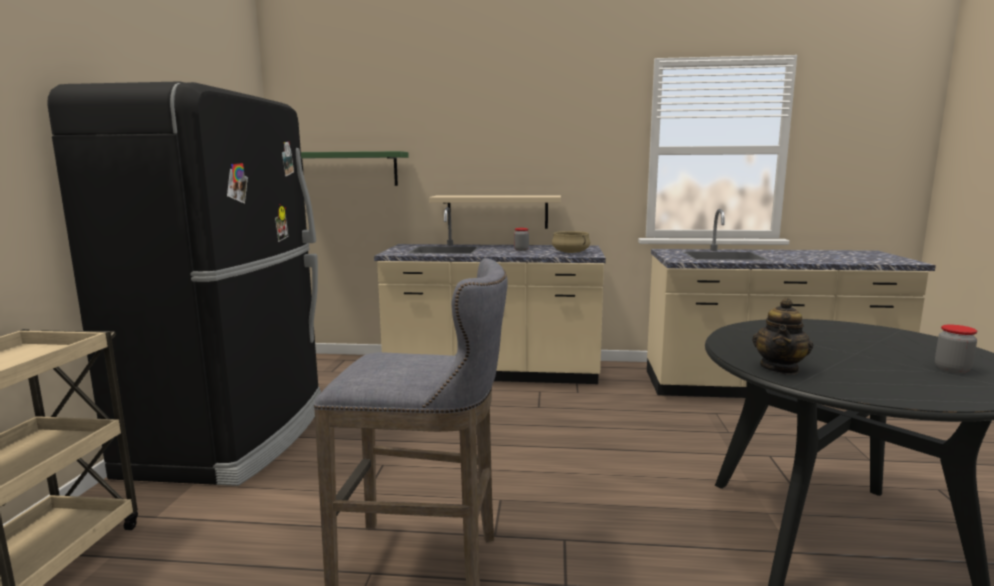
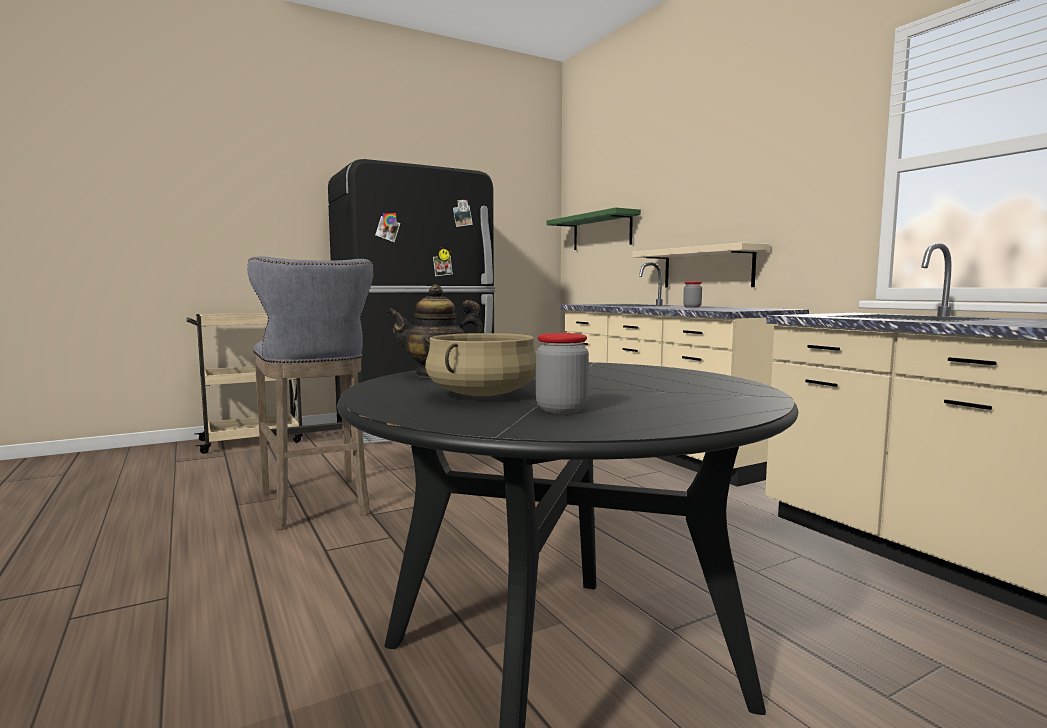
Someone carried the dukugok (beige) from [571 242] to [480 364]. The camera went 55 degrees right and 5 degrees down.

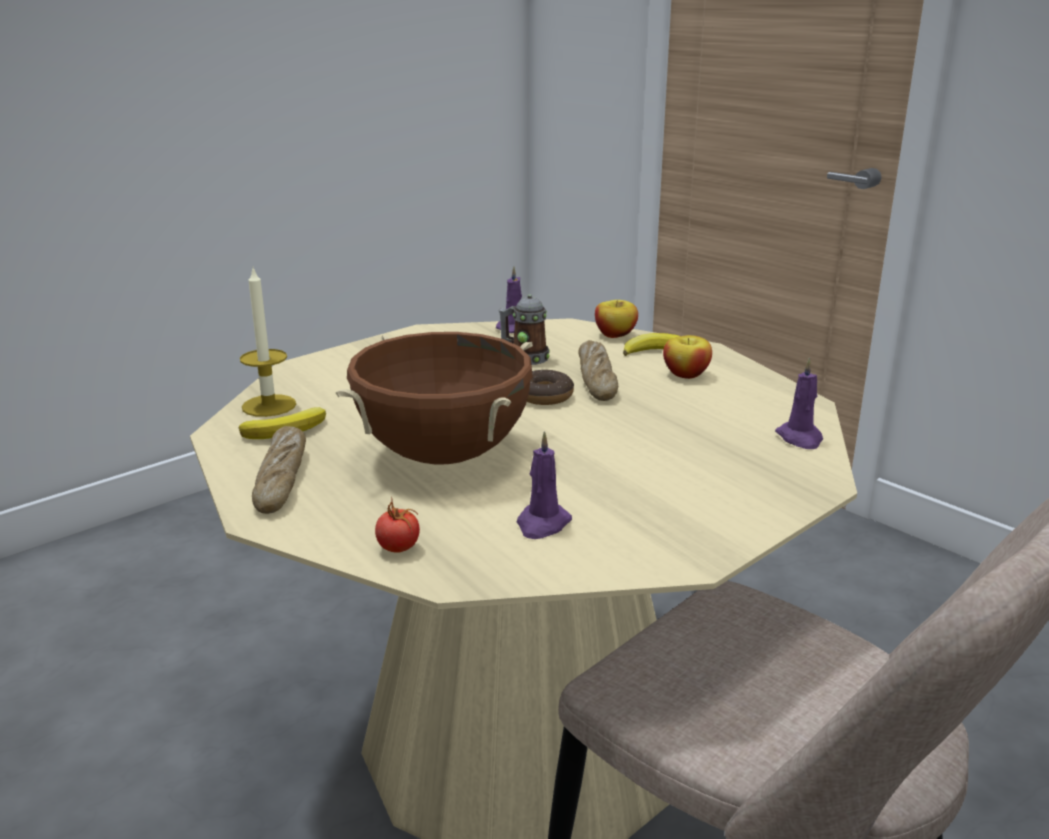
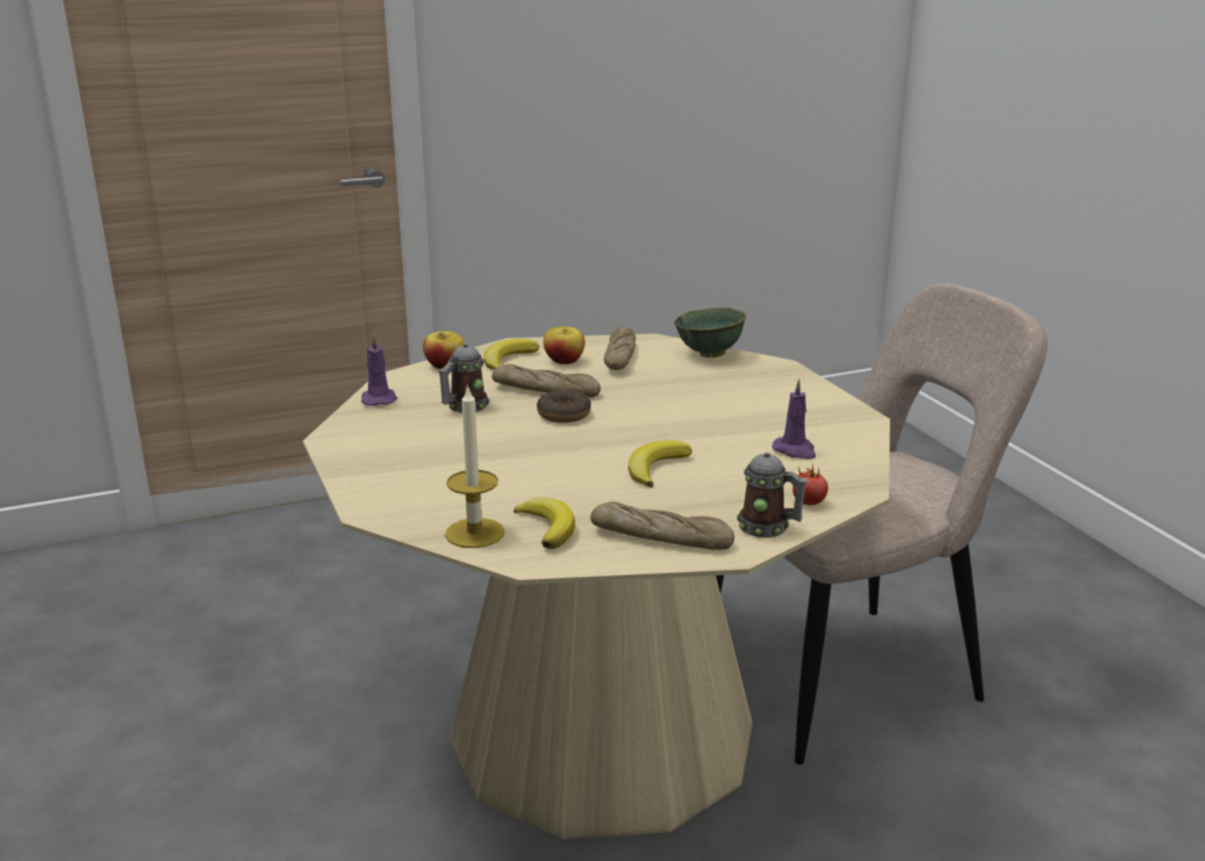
Someone swapped the dukugok (brown) at [434 398] for the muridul at [660 463]. Someone swapped the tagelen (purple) at [799 403] for the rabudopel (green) at [710 333]. Someone put down the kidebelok at [620 348]. Someone put down the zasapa at [772 495]. The camera went 70 degrees left and 0 degrees up.

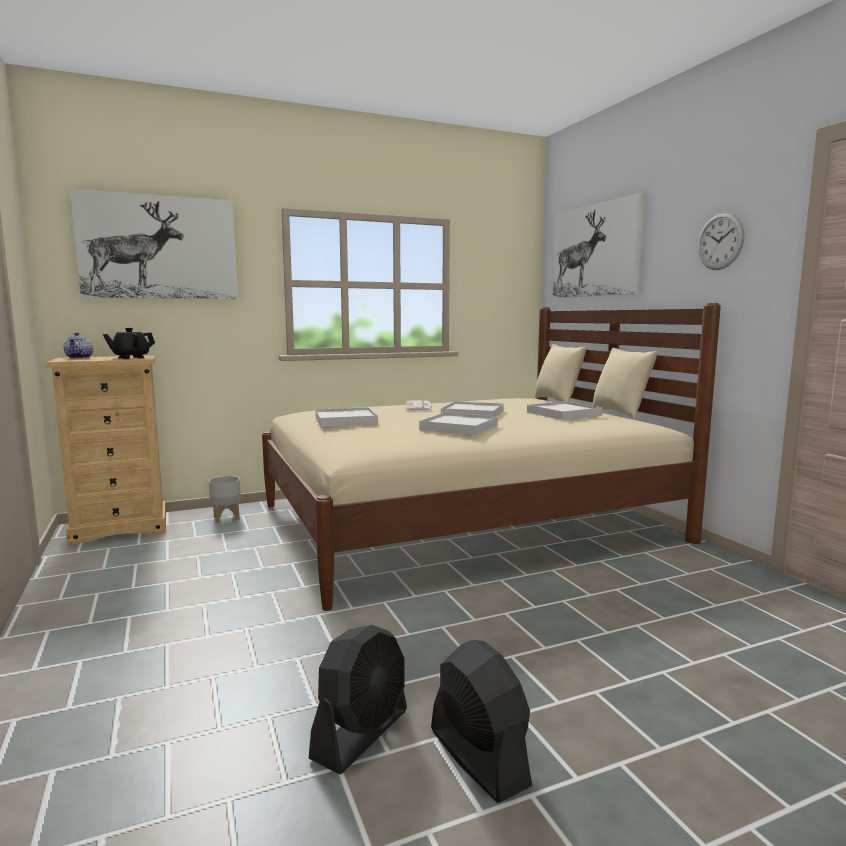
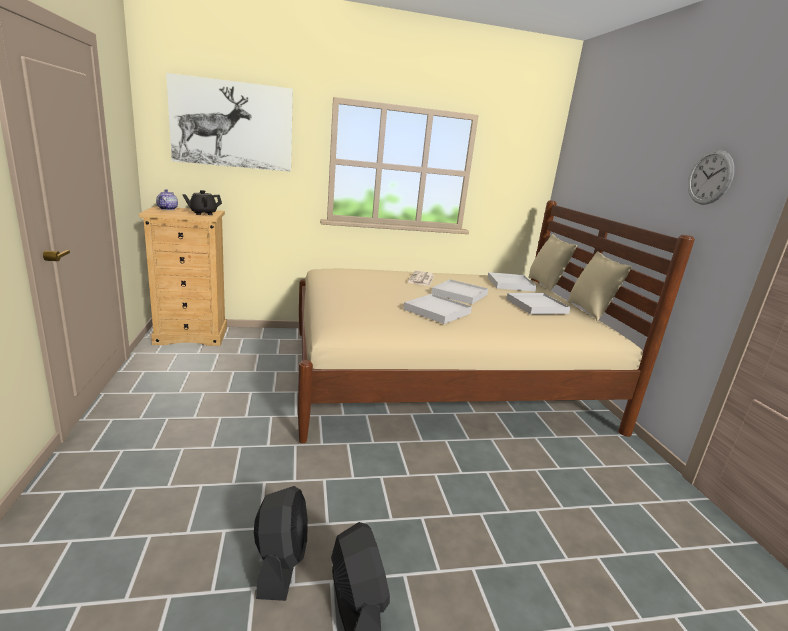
Someone took away the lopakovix at [598 245]. Someone carried the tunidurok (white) from [346 417] to [511 282]. Someone took away the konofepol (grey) at [225 499]. Someone rotated the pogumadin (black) at [358 699] by 45 degrees counterclockwise. The camera went 10 degrees right and 10 degrees up.

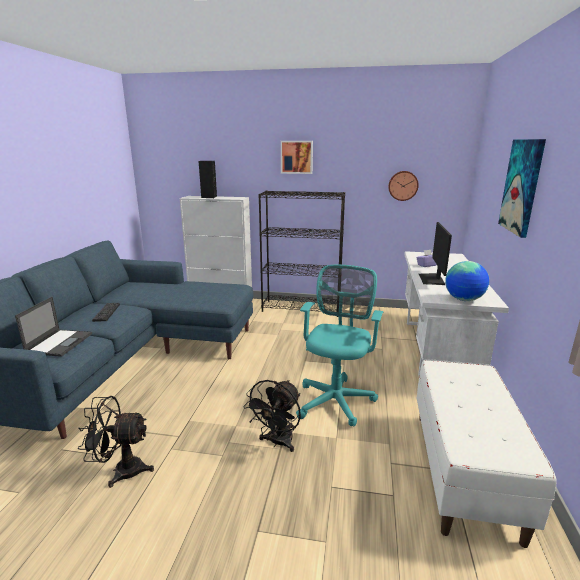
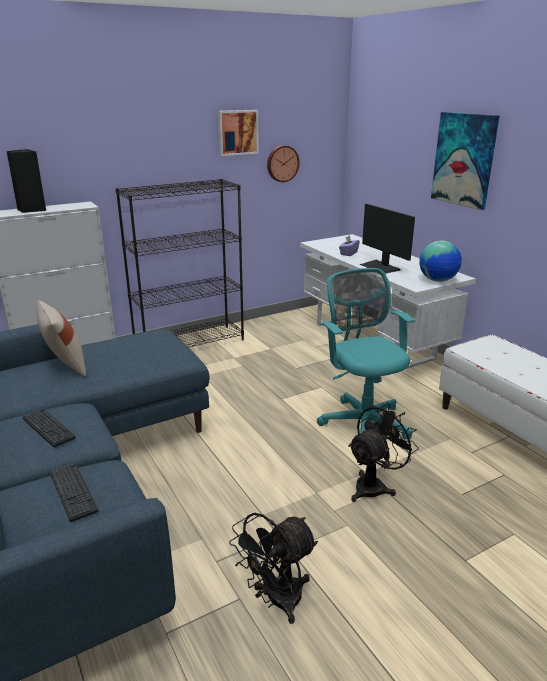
Someone carried the lopakovix from [297 157] to [238 133]. Someone swapped the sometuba at [53 327] for the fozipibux at [74 493]. Someone rotated the pogumadin (black) at [272 416] by 120 degrees counterclockwise. Someone put down the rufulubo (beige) at [61 338]. The camera went 40 degrees left and 5 degrees up.

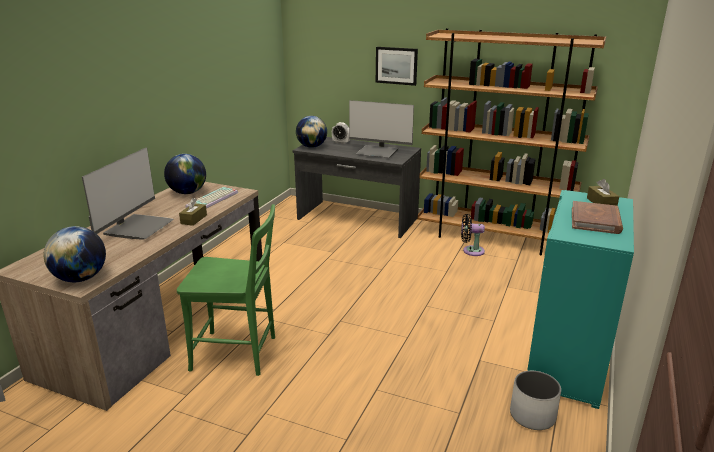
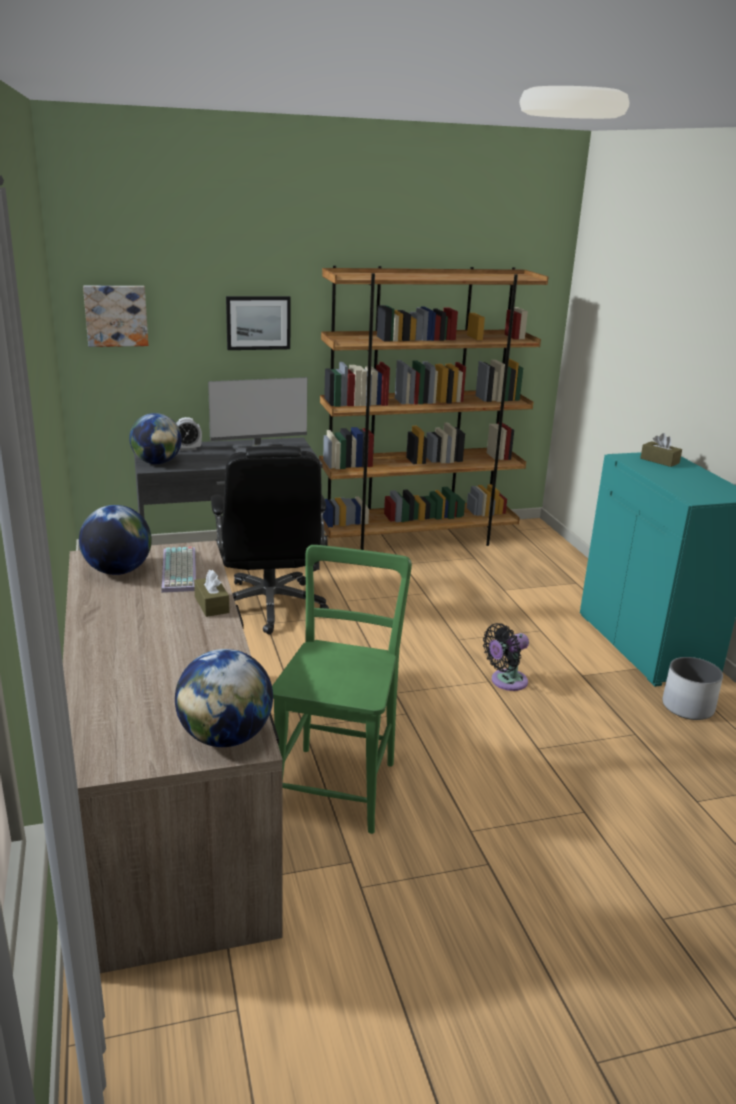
Someone took away the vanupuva at [128 193]. Someone took away the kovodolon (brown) at [597 217]. Someone rotated the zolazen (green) at [226 290] by 45 degrees counterclockwise. Someone carried the pogumadin (black) from [473 235] to [506 657]. Someone put up the lopakovix at [115 316]. Someone put down the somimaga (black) at [270 540]. The camera went 40 degrees left and 0 degrees up.

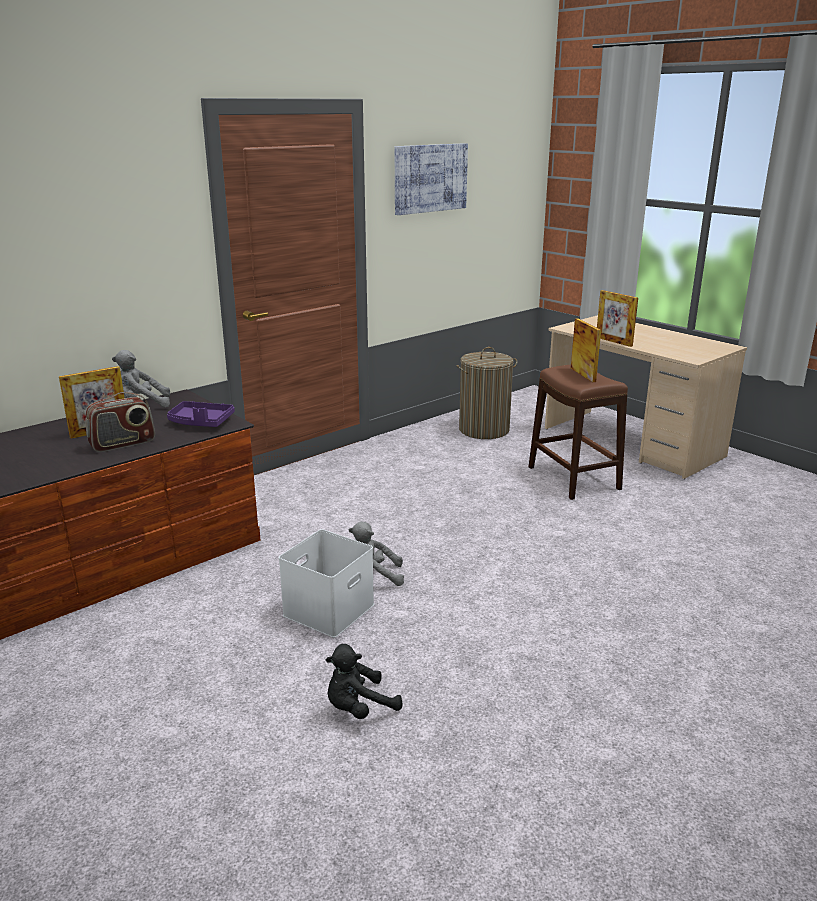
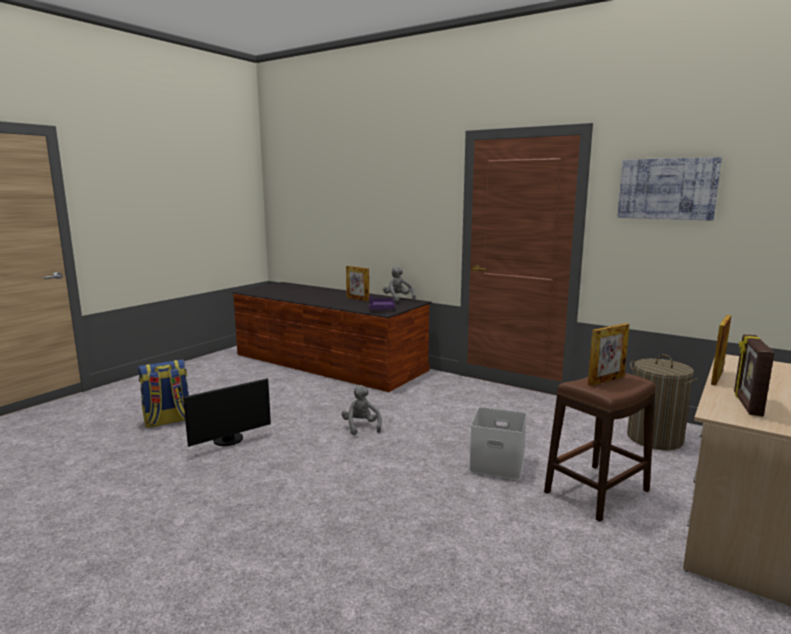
Someone took away the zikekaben at [120 422]. Someone carried the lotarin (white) from [326 583] to [498 443]. Someone swapped the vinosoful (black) at [364 681] for the vanupuva at [227 412]. Someone put down the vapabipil at [754 375]. Someone put down the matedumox at [163 393]. The camera went 75 degrees right and 10 degrees down.

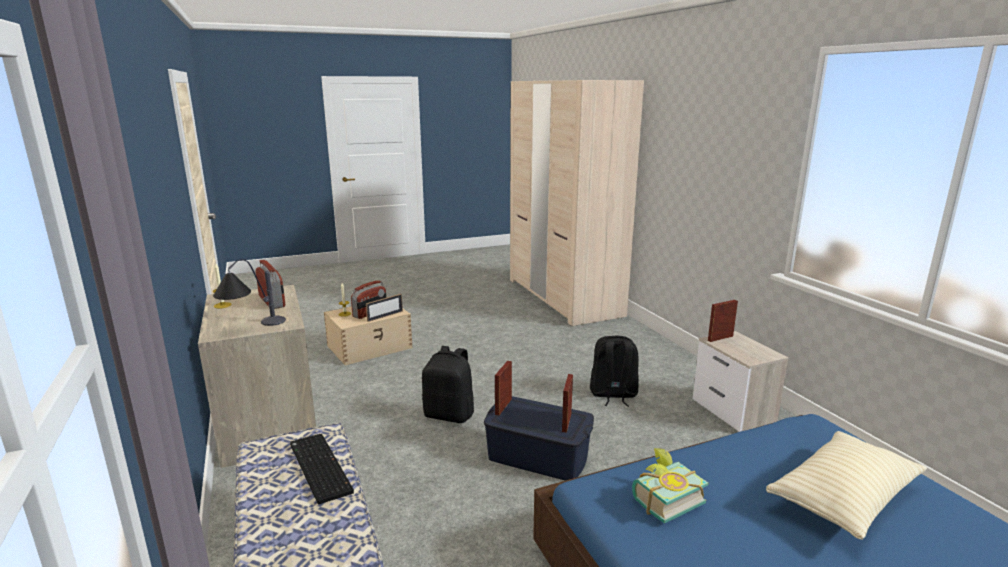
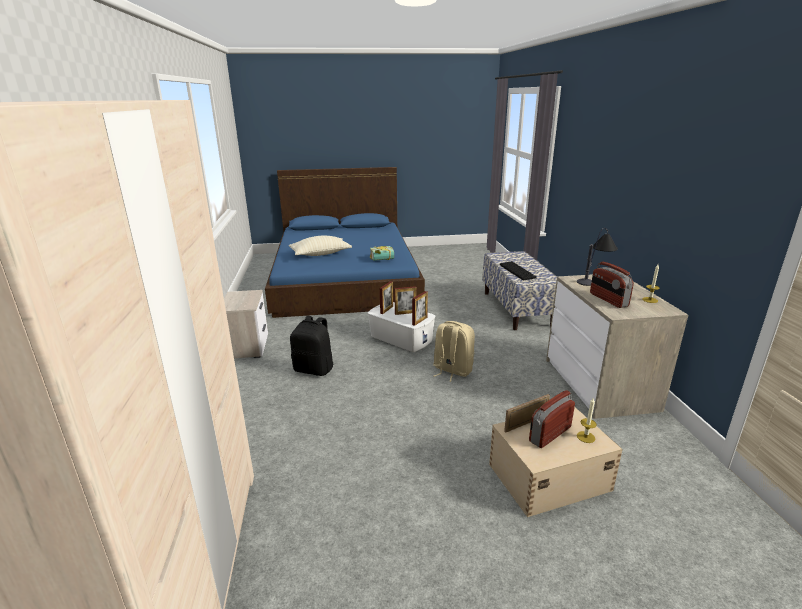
Someone carried the vapabipil from [723 321] to [405 300]. Someone repainted the matedumox (black) at [448 384], which became the matedumox (beige) at [454 351]. Someone repainted the lotarin (blue) at [539 438], which became the lotarin (white) at [401 327]. The camera went 165 degrees left and 5 degrees up.

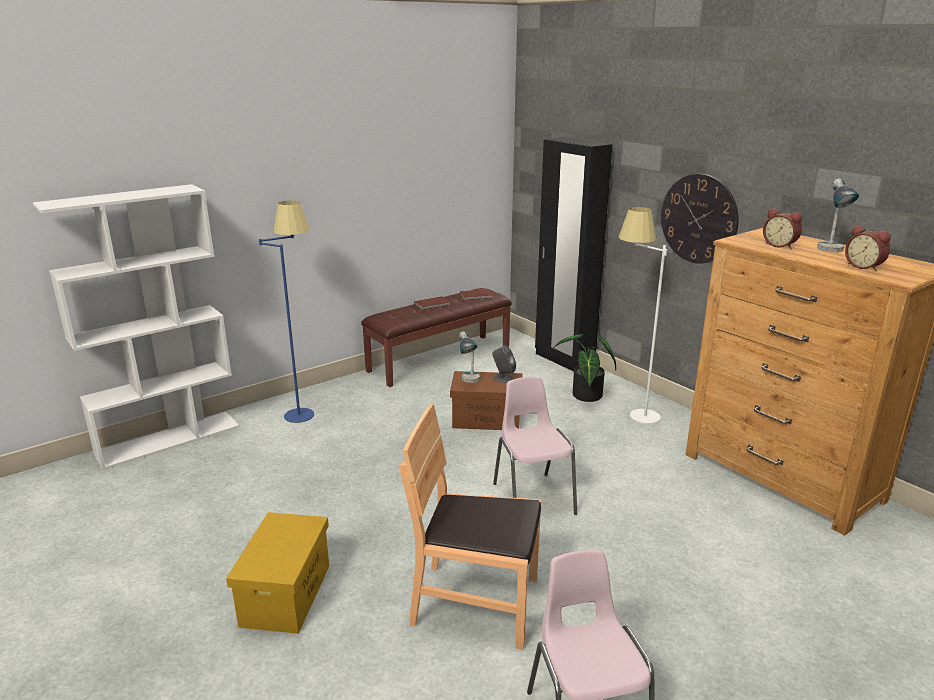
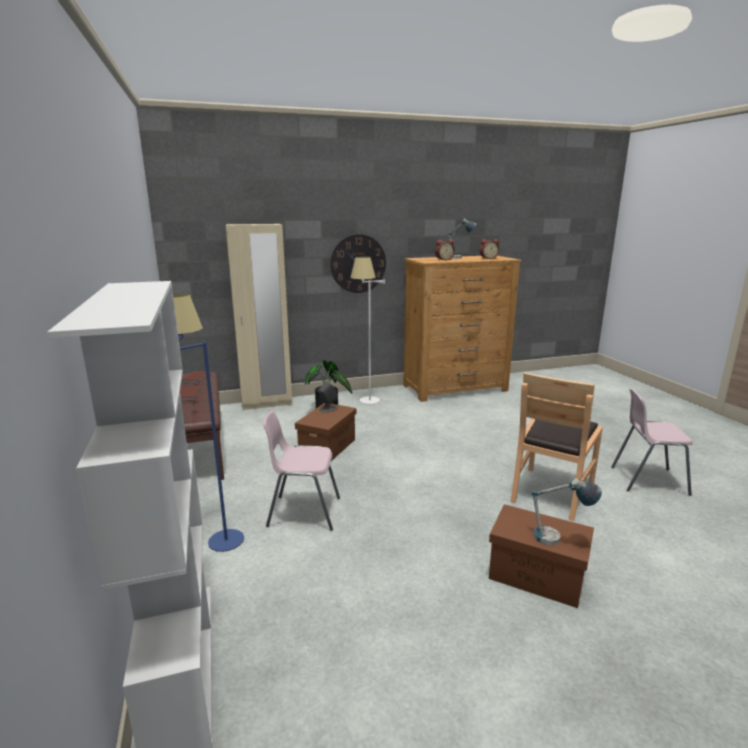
Someone repainted the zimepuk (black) at [573 254], which became the zimepuk (beige) at [258 317]. Someone carried the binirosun from [470 357] to [567 511]. Someone carried the zolazen (pink) from [535 446] to [301 471]. Someone repainted the lotarin (yellow) at [277 573], which became the lotarin (brown) at [541 556]. The camera went 70 degrees left and 5 degrees down.

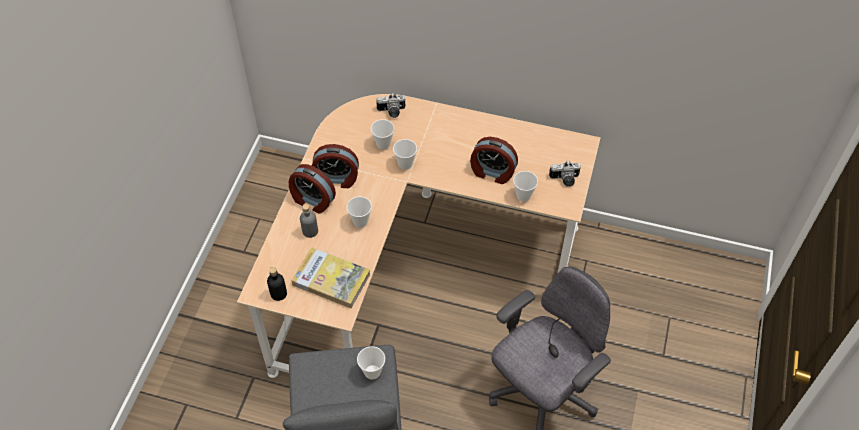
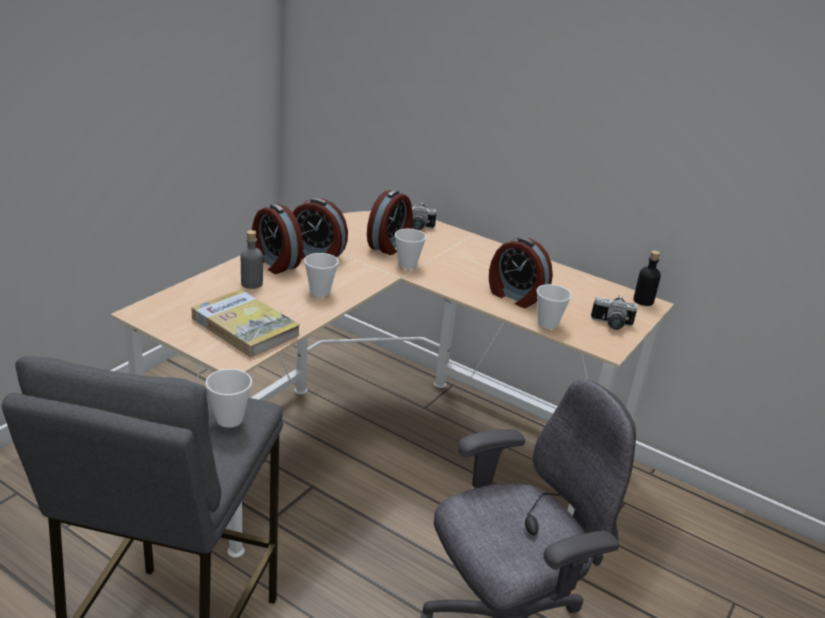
Someone swapped the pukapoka at [383 134] for the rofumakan at [390 222]. Someone carried the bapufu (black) from [277 284] to [647 278]. The camera went 15 degrees right and 25 degrees down.

